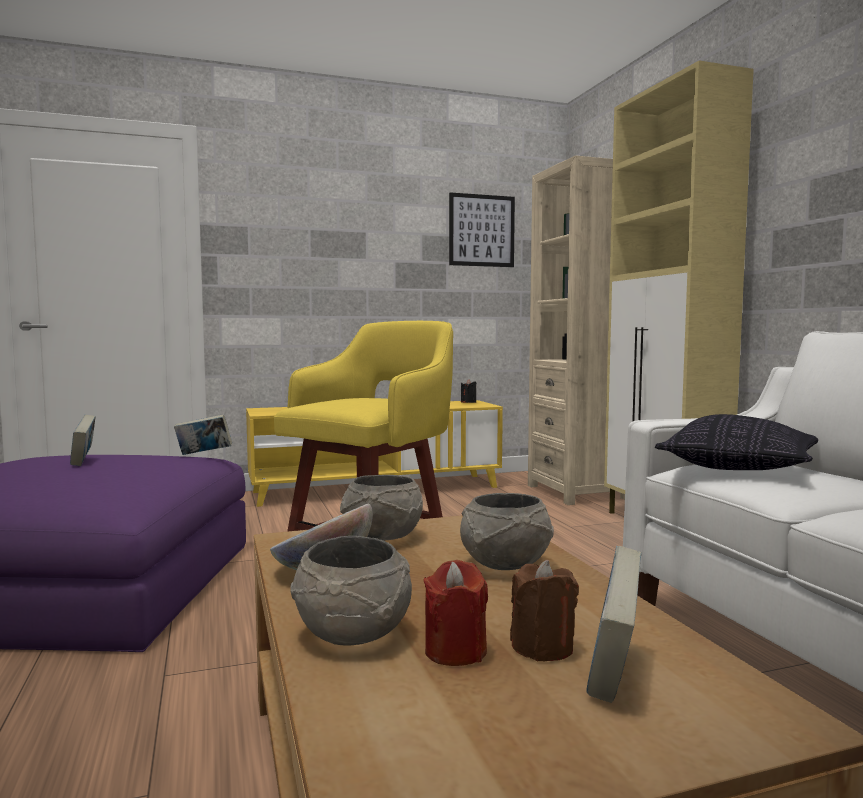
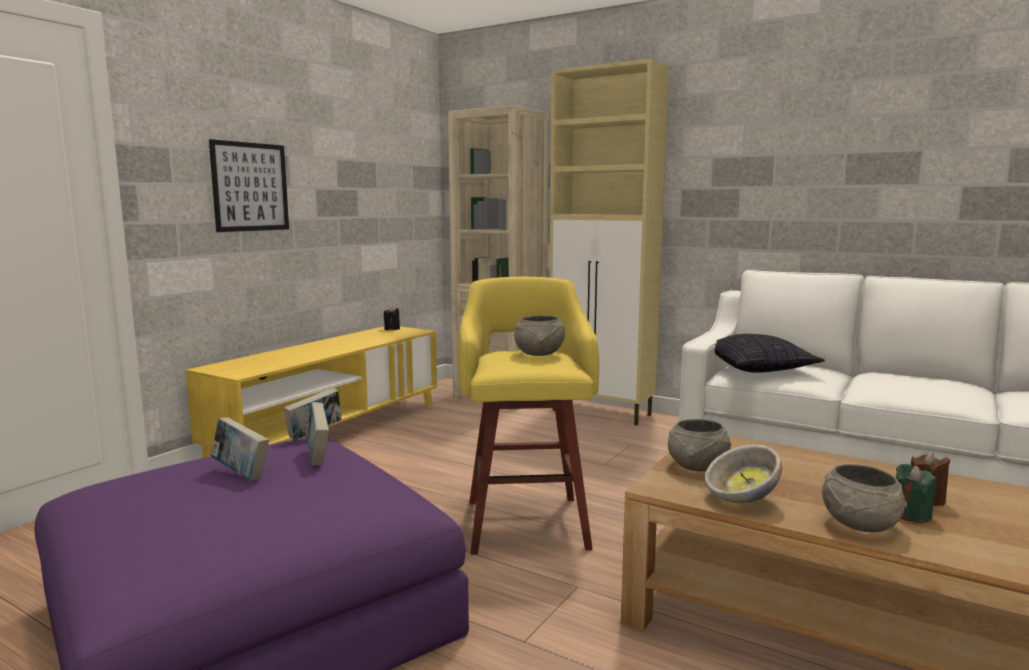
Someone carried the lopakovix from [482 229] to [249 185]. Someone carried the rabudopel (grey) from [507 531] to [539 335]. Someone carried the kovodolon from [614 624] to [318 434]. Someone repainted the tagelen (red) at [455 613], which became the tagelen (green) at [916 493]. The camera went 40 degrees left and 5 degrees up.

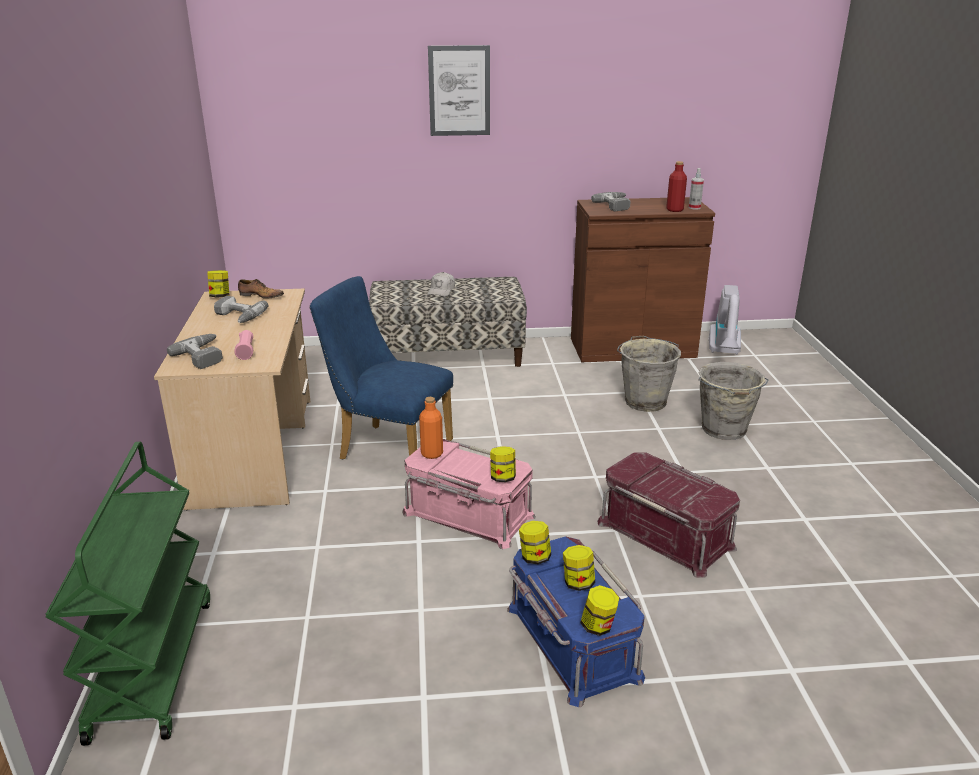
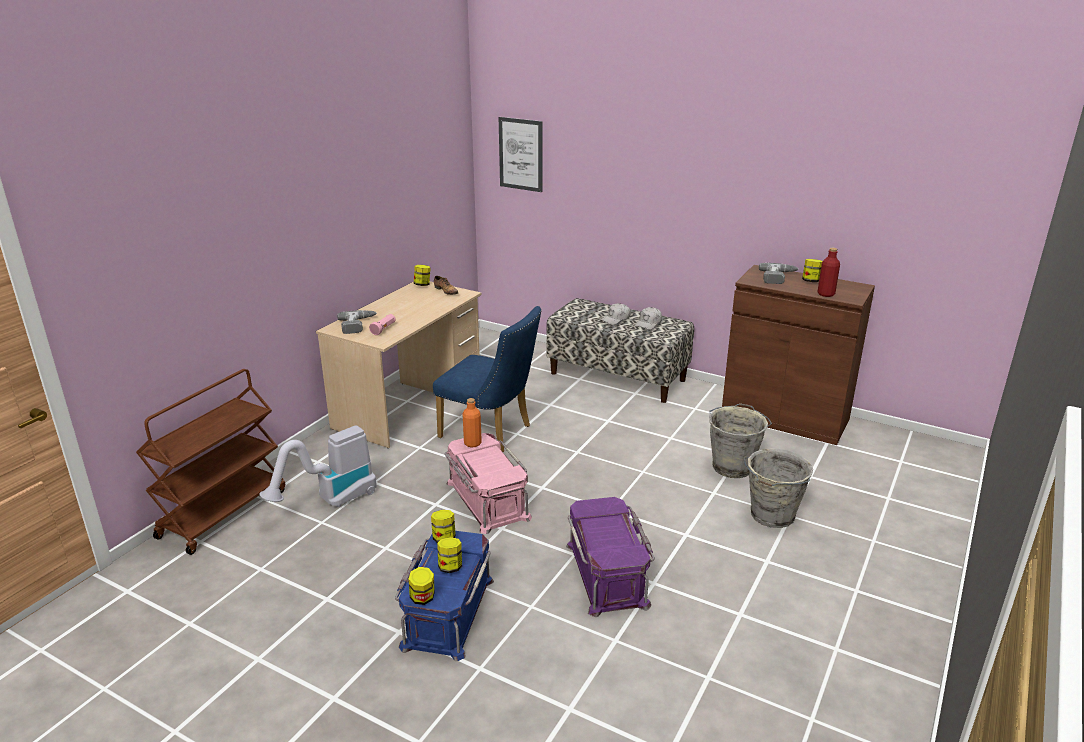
Someone carried the lopakovix from [459 90] to [521 154]. Someone took away the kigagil at [696 189]. Someone rotated the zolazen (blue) at [381 368] by 150 degrees clockwise. Someone carried the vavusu from [725 320] to [318 466]. Someone took away the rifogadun at [241 309]. Someone repainted the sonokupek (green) at [127 594], which became the sonokupek (brown) at [210 462]. Someone carried the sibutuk from [503 464] to [812 270]. Someone repainted the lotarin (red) at [668 515], which became the lotarin (purple) at [610 557]. Someone put down the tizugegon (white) at [648 318]. The camera went 35 degrees right and 0 degrees up.

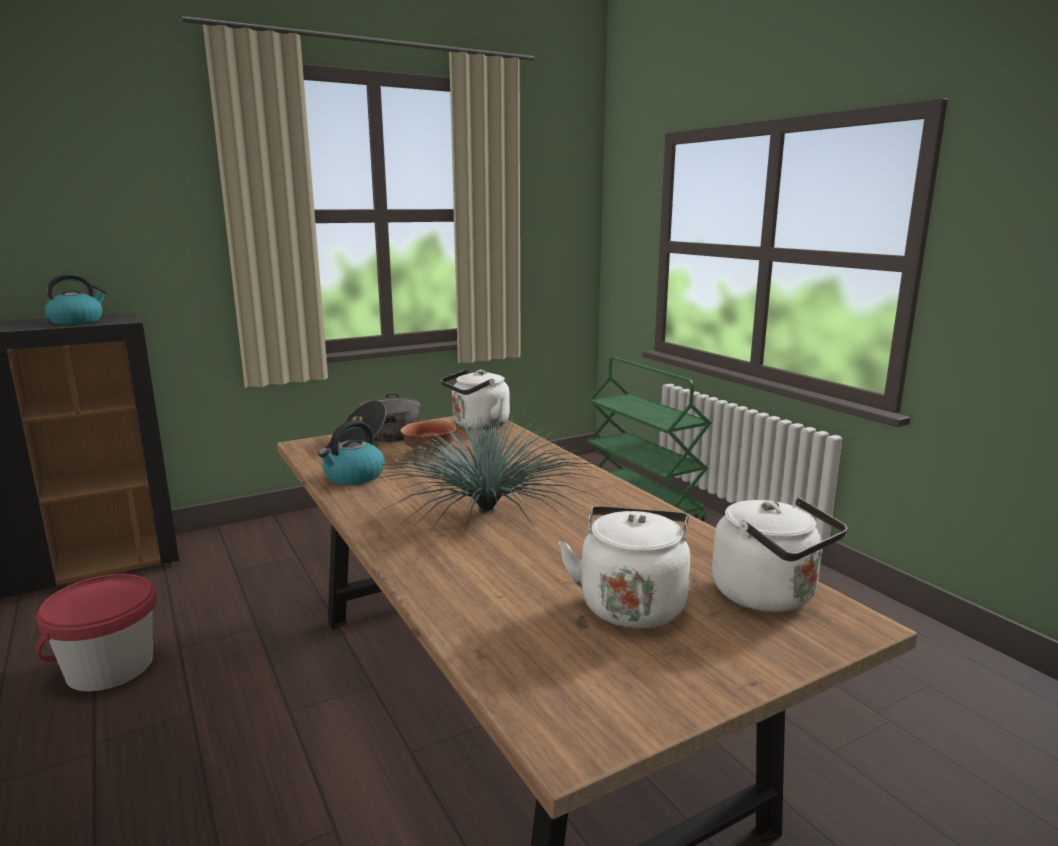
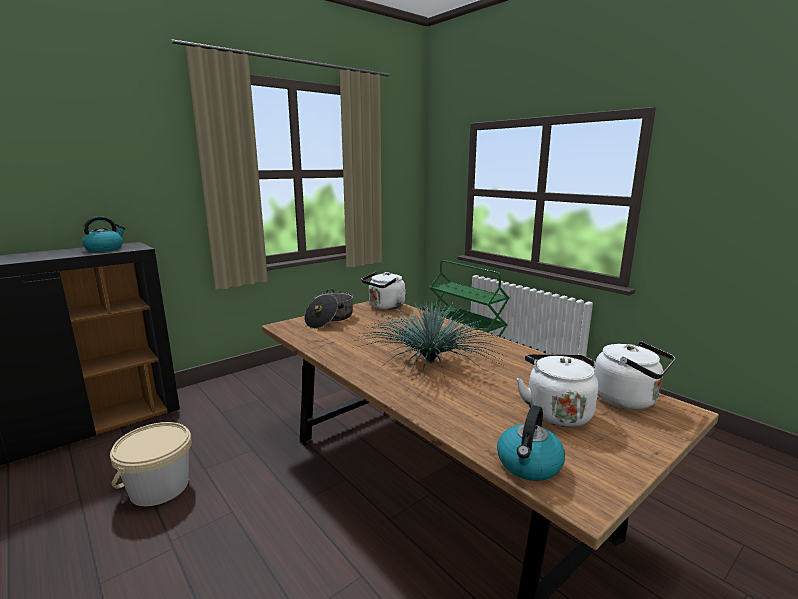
Someone carried the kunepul from [351 452] to [531 443]. Someone took away the rabudopel at [428 437]. Someone repainted the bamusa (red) at [96 632], which became the bamusa (beige) at [151 464]. The camera went 10 degrees left and 0 degrees up.

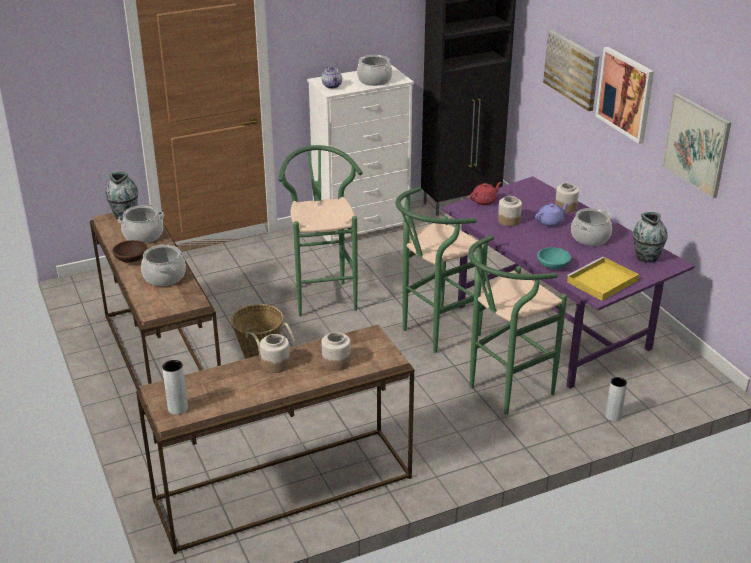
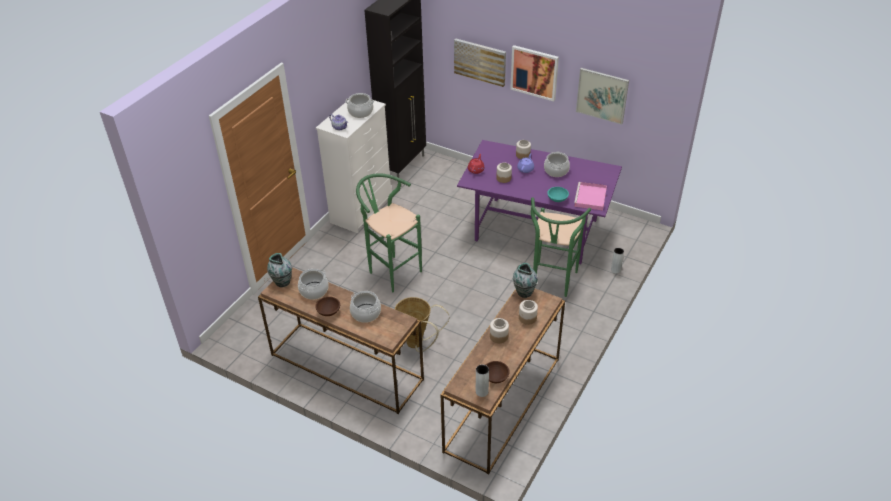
Someone took away the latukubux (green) at [442 270]. Someone carried the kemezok from [650 237] to [525 280]. Someone repainted the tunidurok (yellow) at [602 279], which became the tunidurok (pink) at [590 196]. Someone put down the rabudopel (brown) at [498 372]. The camera went 35 degrees left and 10 degrees up.

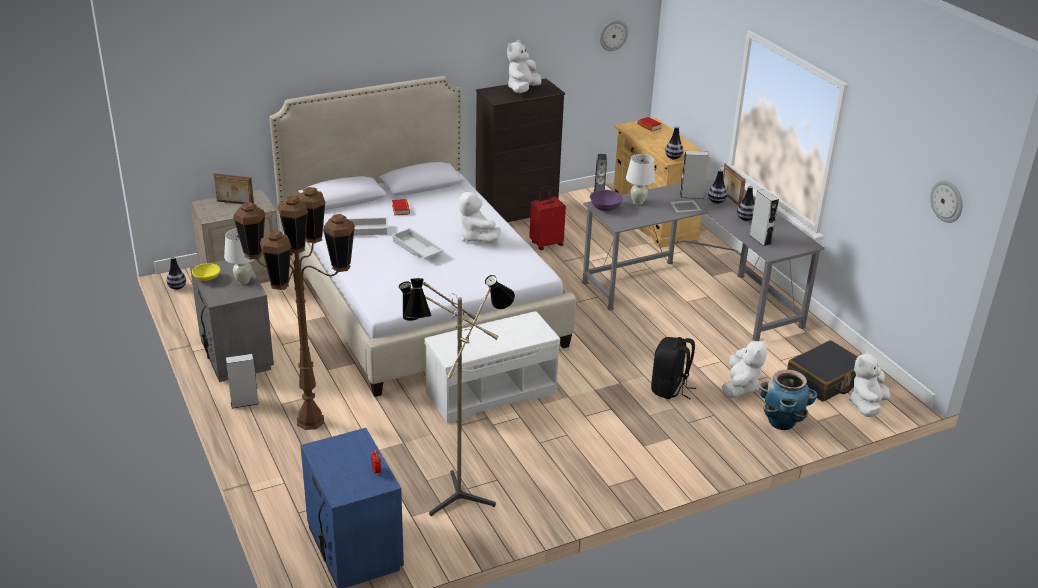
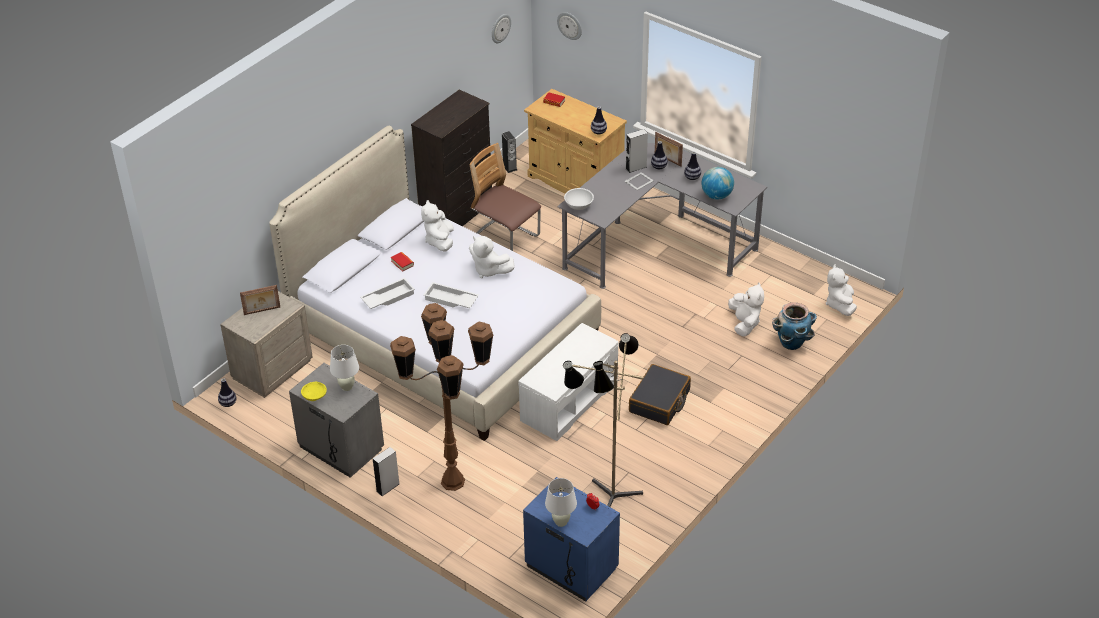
Someone carried the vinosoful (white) from [524 66] to [437 226]. Someone carried the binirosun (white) from [640 179] to [561 502]. Someone carried the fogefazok from [946 201] to [569 26]. Someone swapped the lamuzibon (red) at [547 218] for the zolazen at [505 197]. Someone swapped the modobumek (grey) at [764 217] for the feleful at [717 183]. Someone repainted the rabudopel (purple) at [606 200], which became the rabudopel (white) at [579 199]. Someone took away the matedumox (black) at [673 368]. Someone carried the lamuzibon (black) from [822 371] to [660 394]. The camera went 25 degrees left and 10 degrees up.

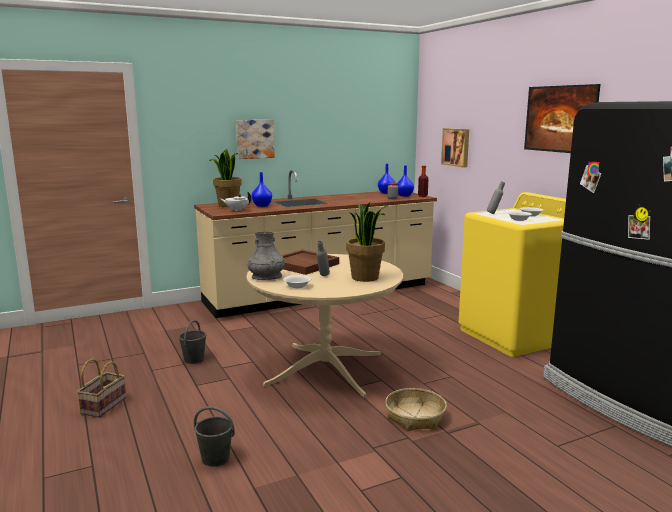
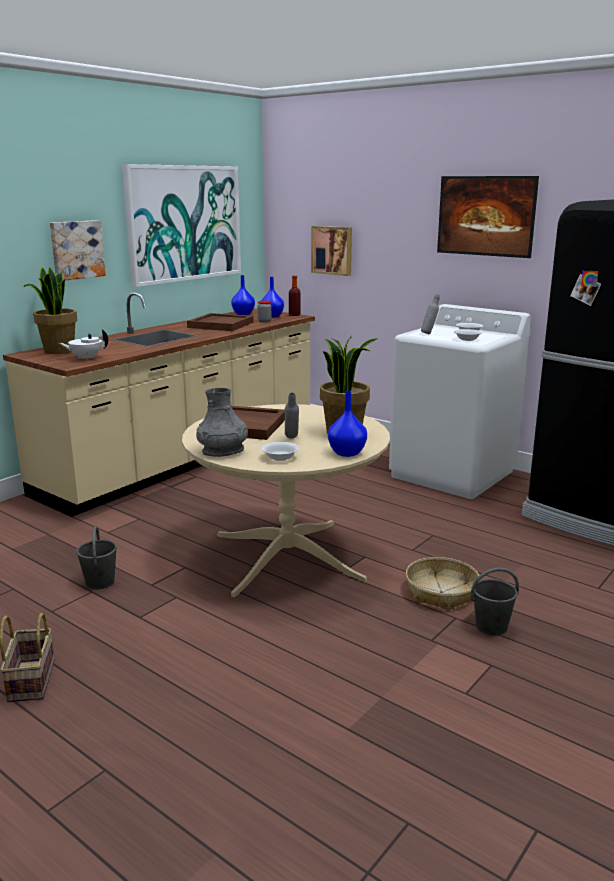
Someone carried the kemezok (blue) from [261 189] to [347 424]. Someone repainted the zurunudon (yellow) at [512 274], which became the zurunudon (white) at [460 401]. Someone carried the bamusa (grey) from [214 436] to [494 601]. Someone put up the lopakovix at [181 225]. Someone put down the tunidurok (brown) at [220 322]. The camera went 25 degrees left and 5 degrees up.

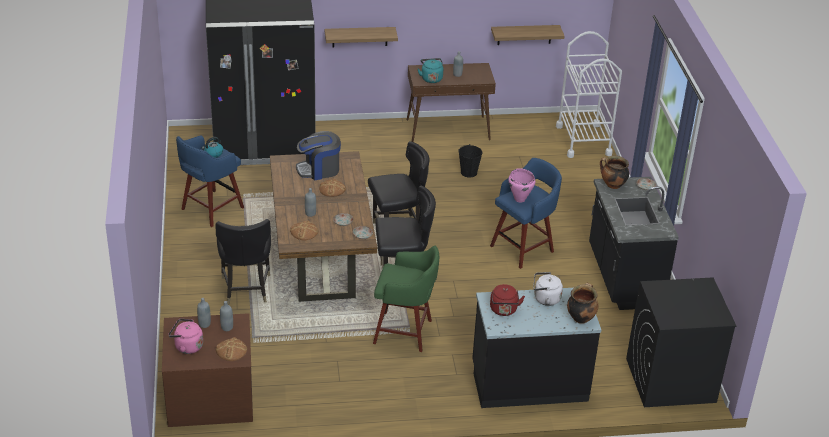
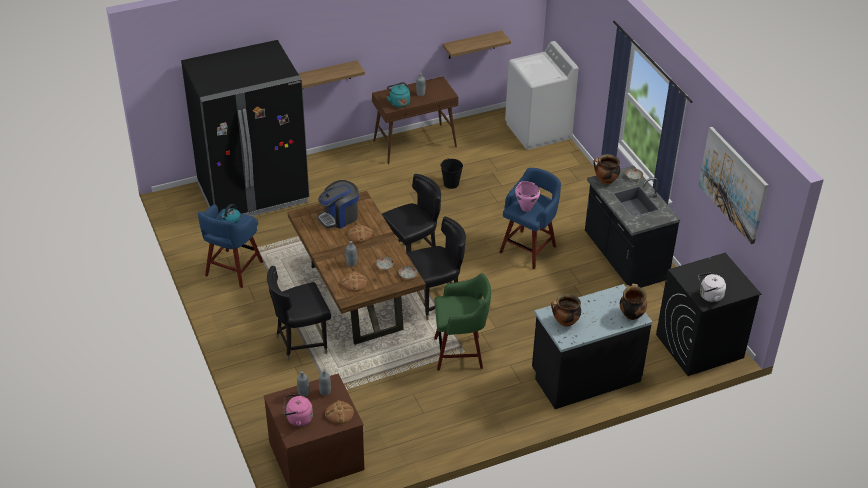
Someone swapped the sonokupek (white) at [589 94] for the zurunudon (white) at [541 95]. Someone rotated the zolazen (black) at [243 262] by 90 degrees clockwise. Someone carried the kunepul (white) from [548 289] to [712 287]. Someone swapped the kunepul (red) at [507 300] for the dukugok at [566 310]. Someone put up the lopakovix at [733 185]. The camera went 15 degrees left and 5 degrees up.

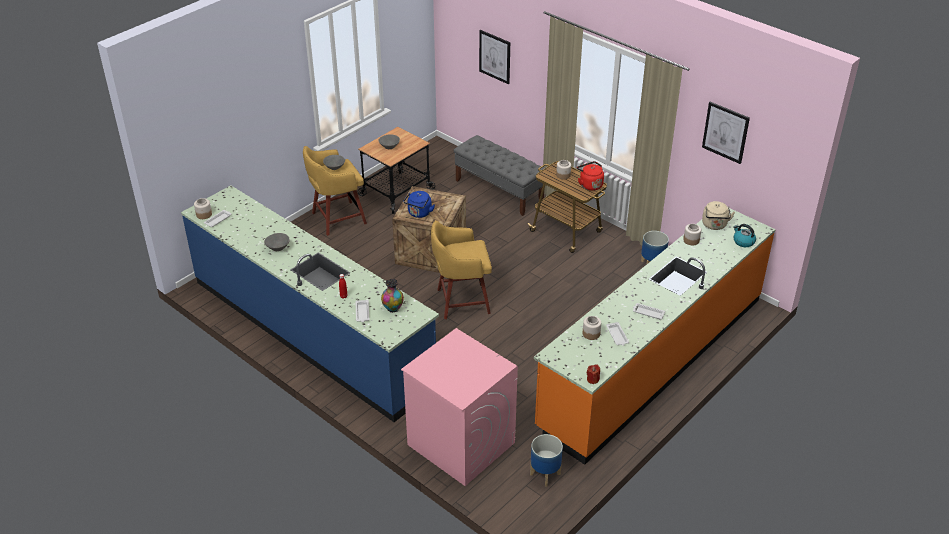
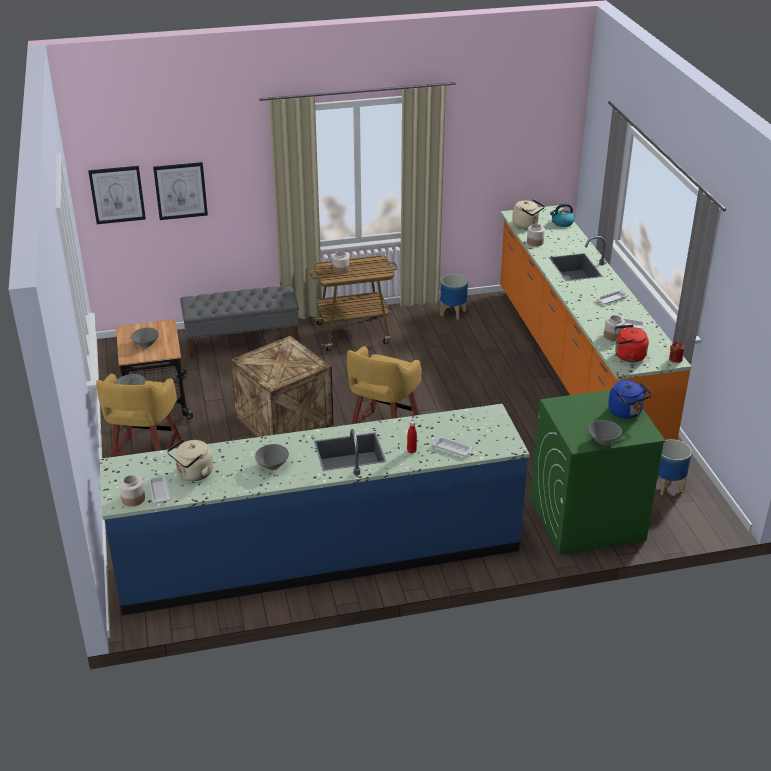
Someone carried the lopakovix from [726 133] to [117 195]. Someone carried the kunepul (red) from [590 176] to [632 343]. Someone carried the kunepul (blue) from [419 204] to [630 399]. Someone took away the kemezok at [392 296]. Someone repainted the zurunudon (pink) at [459 407], which became the zurunudon (green) at [598 472]. Someone put down the rabudopel (grey) at [605 432]. Someone put down the kunepul (beige) at [190 460]. The camera went 55 degrees left and 5 degrees down.

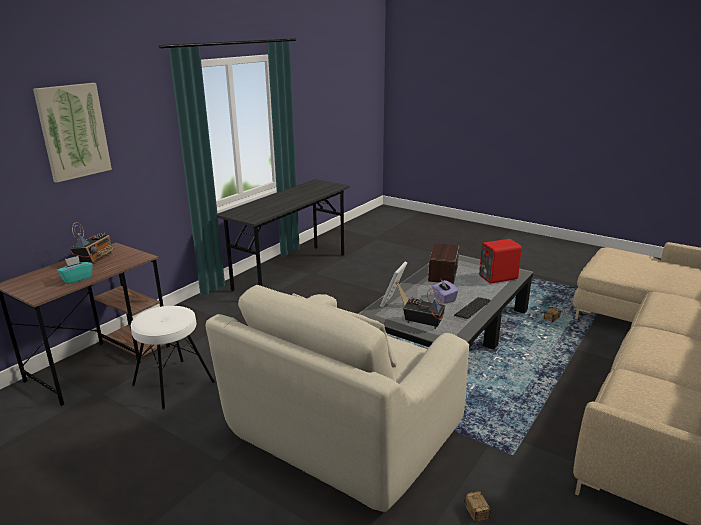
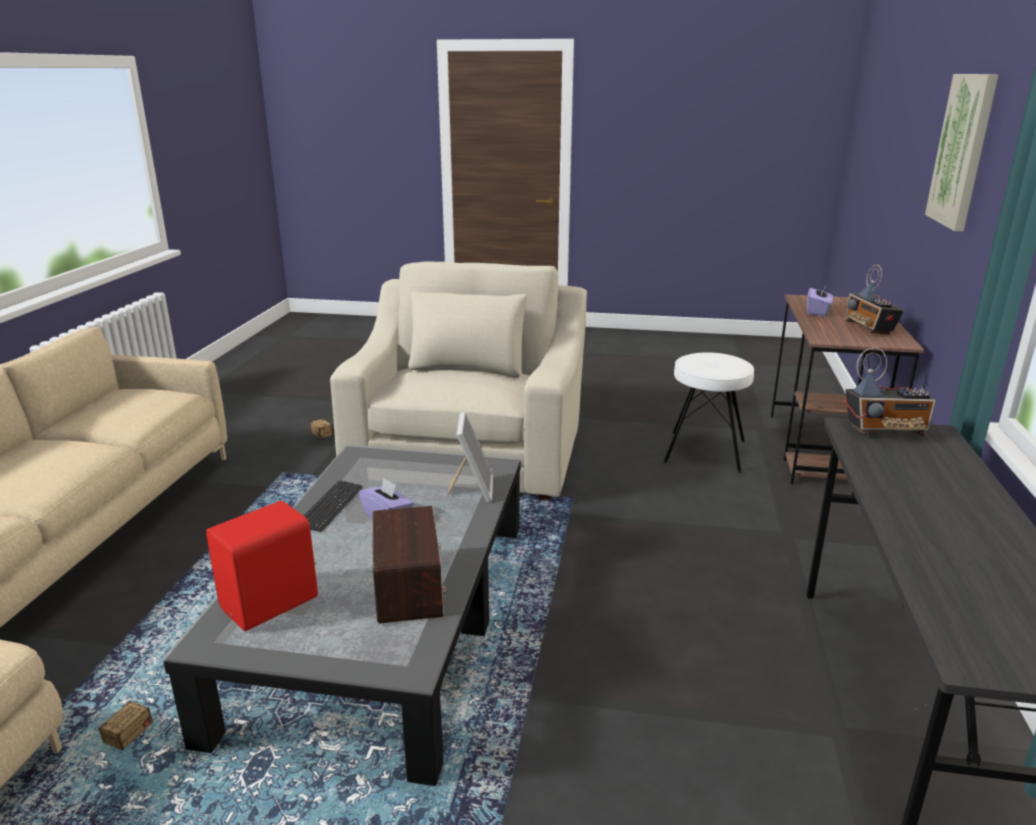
Someone repainted the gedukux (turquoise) at [75 270], which became the gedukux (purple) at [820 300]. Someone carried the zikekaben from [424 308] to [890 391]. The camera went 155 degrees right and 0 degrees up.

